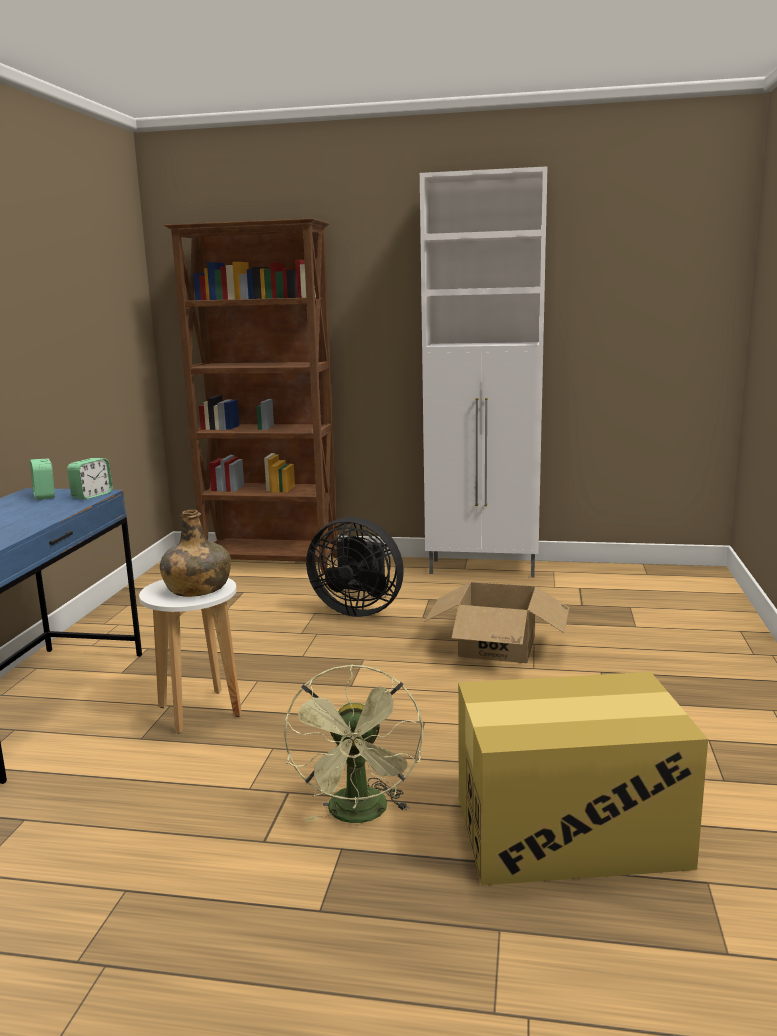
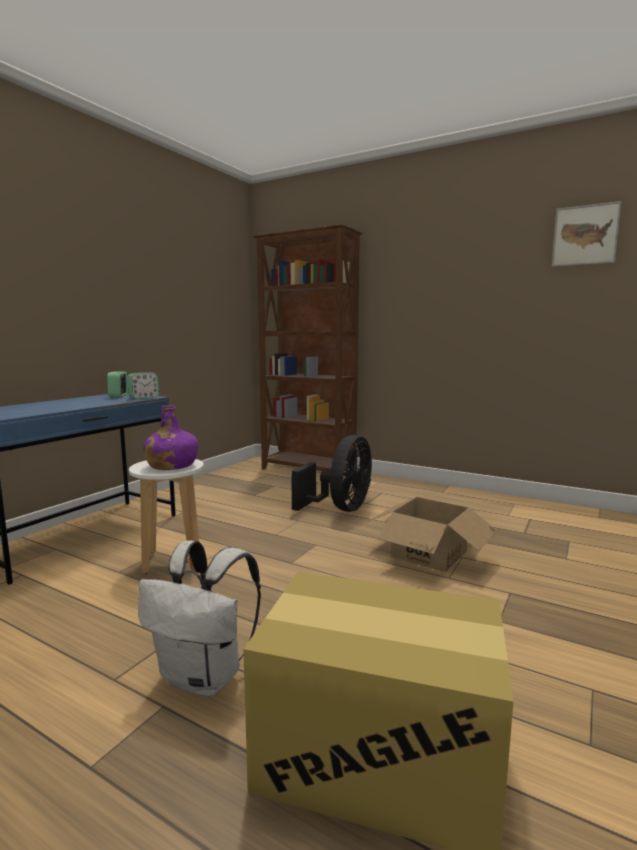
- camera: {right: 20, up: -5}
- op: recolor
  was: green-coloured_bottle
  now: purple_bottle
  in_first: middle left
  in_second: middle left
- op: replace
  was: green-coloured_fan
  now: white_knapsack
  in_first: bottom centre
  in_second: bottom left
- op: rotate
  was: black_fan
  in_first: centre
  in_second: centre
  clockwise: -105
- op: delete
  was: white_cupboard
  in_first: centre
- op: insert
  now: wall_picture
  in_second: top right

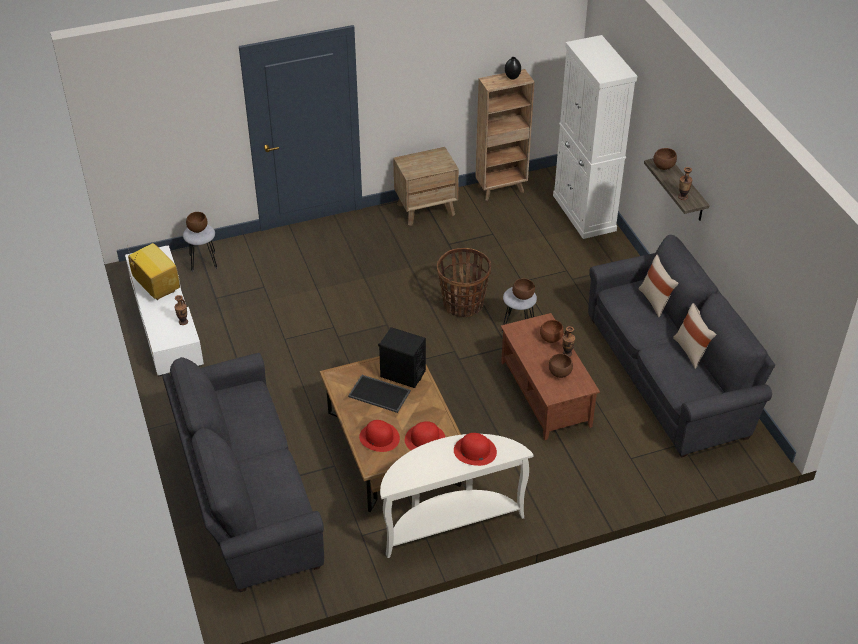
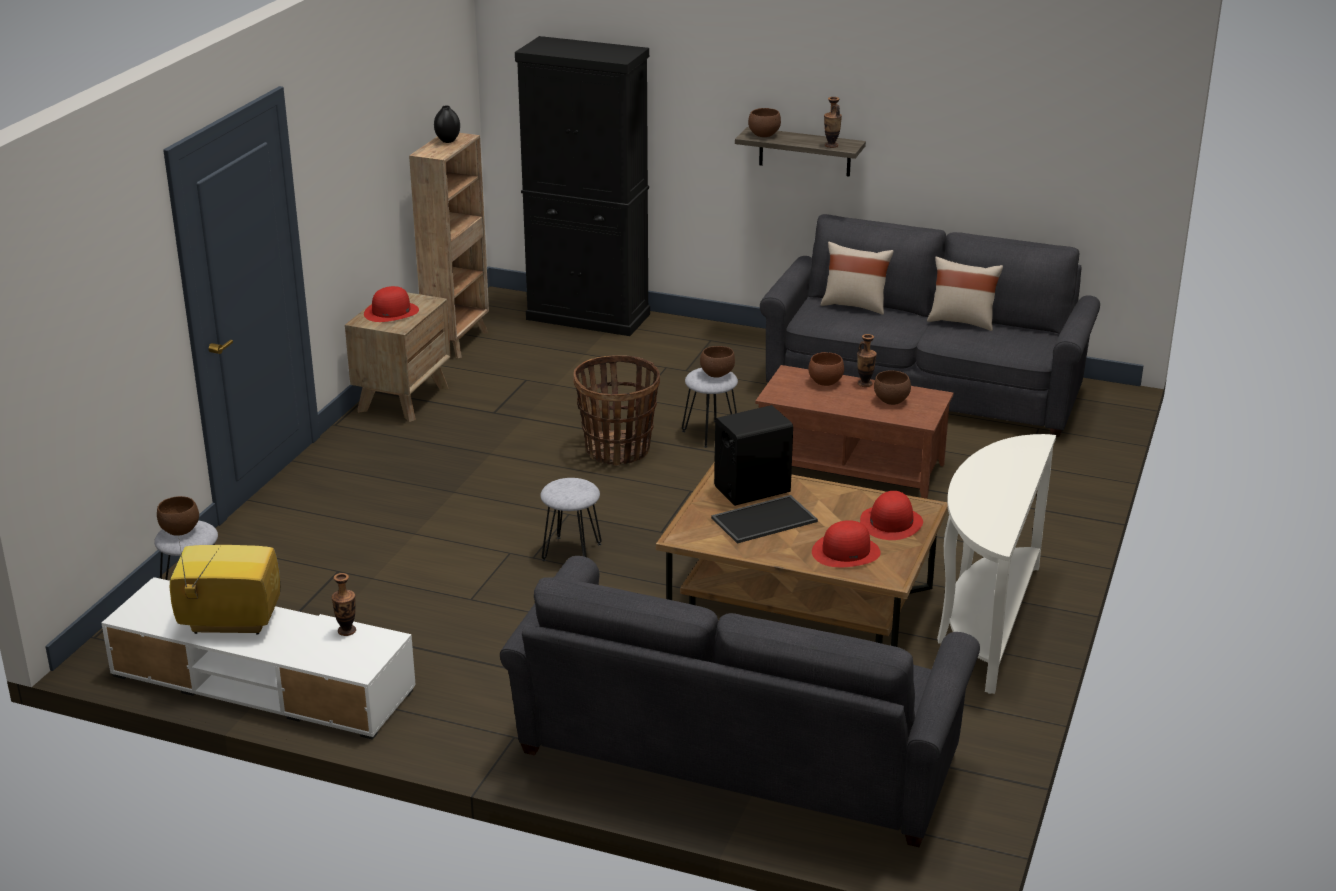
- camera: {right: -50, up: -15}
- op: move
  was: red_hat (3rd from left in the first image)
  now: red_hat (1st from left)
  in_first: bottom centre
  in_second: middle left
- op: recolor
  was: white_cupboard
  now: black_cupboard
  in_first: top right
  in_second: top centre
- op: insert
  now: grey_sitting_stool (2nd from left)
  in_second: centre

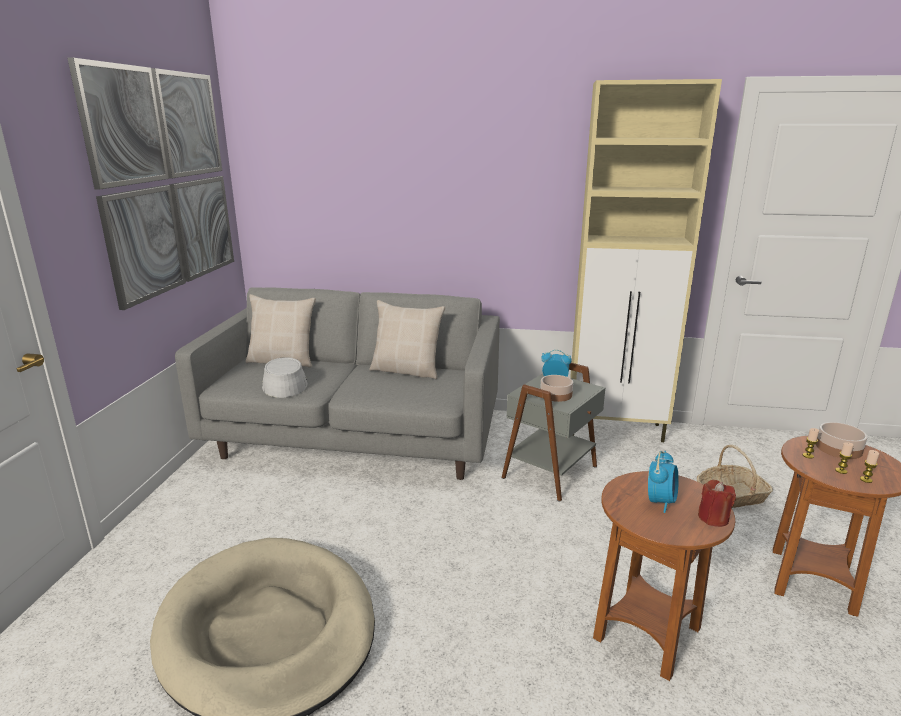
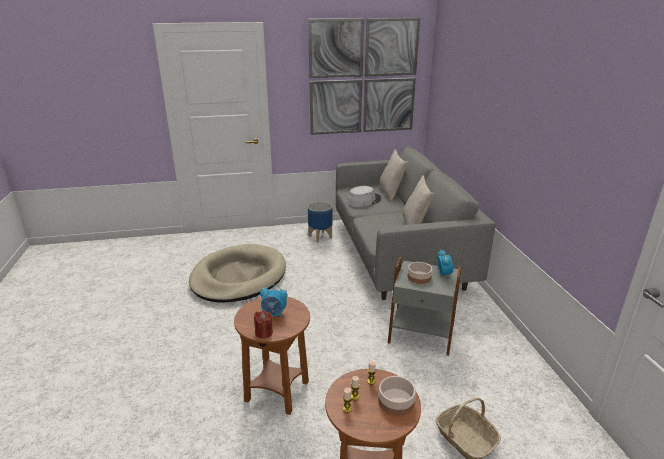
- camera: {right: 70, up: 5}
- op: delete
  was: beige_cupboard
  in_first: middle right
- op: insert
  now: plant_pot
  in_second: centre

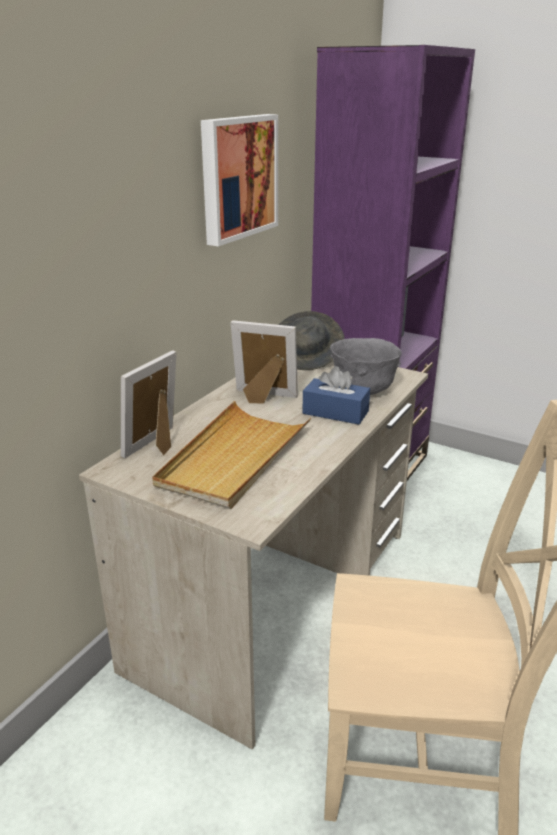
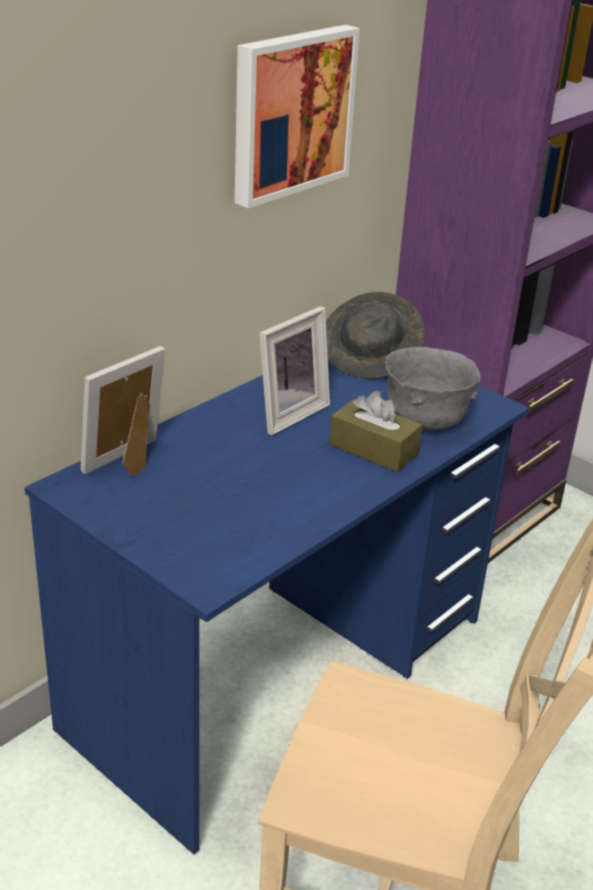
- camera: {right: 10, up: 5}
- op: recolor
  was: beige_desk_table
  now: bluish_desk_table
  in_first: centre
  in_second: bottom centre
- op: delete
  was: beige_carrying_tray
  in_first: centre
- op: rotate
  was: photo_frame (2nd from left)
  in_first: centre
  in_second: centre
  clockwise: 105
- op: recolor
  was: bluish_tissue_box
  now: brown_tissue_box
  in_first: centre
  in_second: centre

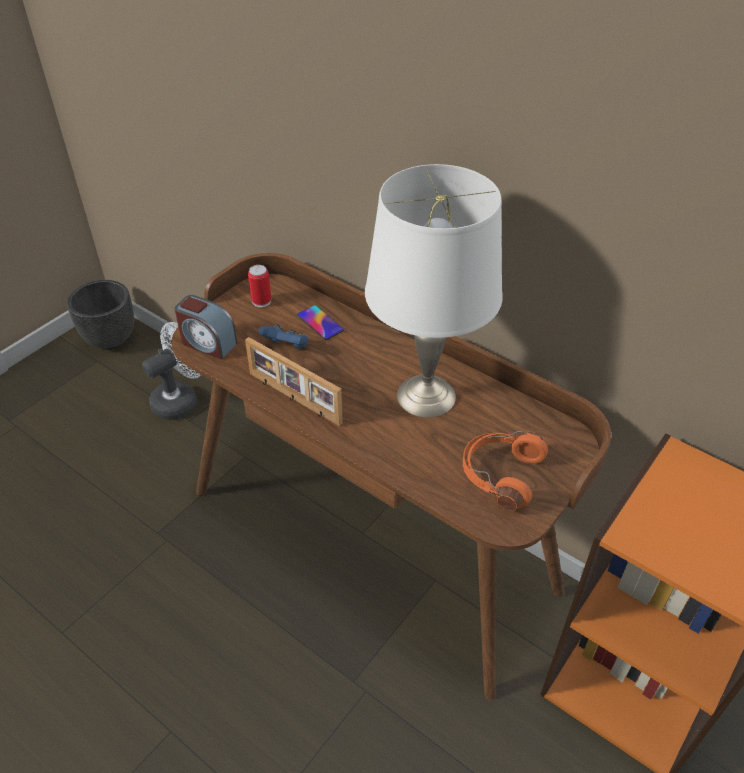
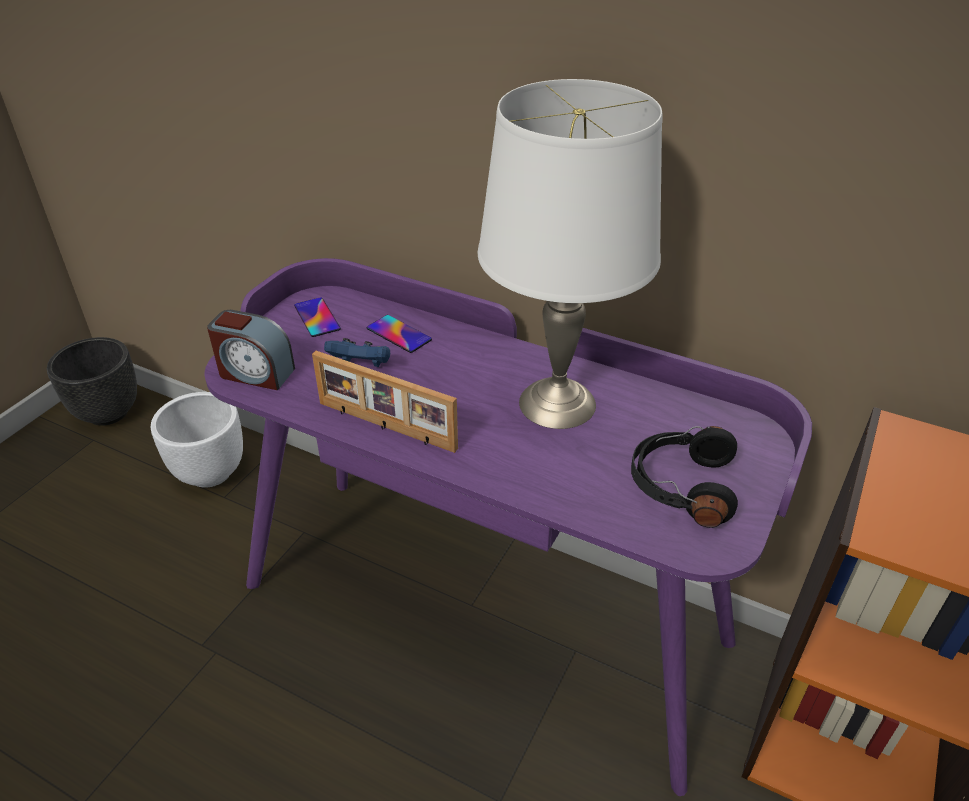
- camera: {right: -10, up: -5}
- op: replace
  was: white_fan
  now: white_plant_pot
  in_first: middle left
  in_second: middle left
- op: recolor
  was: brown_desk_table
  now: purple_desk_table
  in_first: centre
  in_second: centre
- op: replace
  was: metal_can
  now: telephone (1st from left)
  in_first: centre
  in_second: middle left
- op: recolor
  was: orangey_headphones
  now: black_headphones
  in_first: middle right
  in_second: middle right

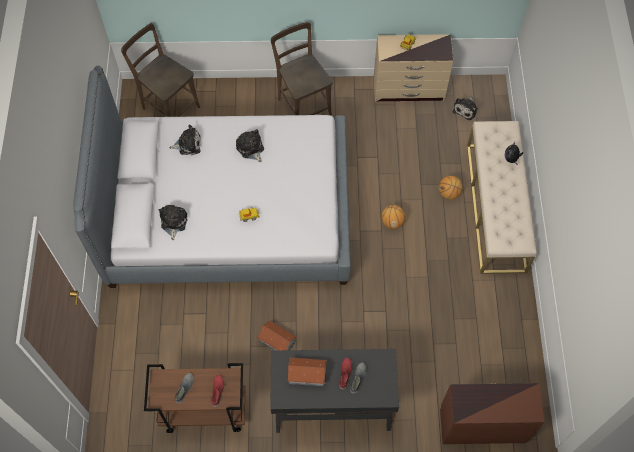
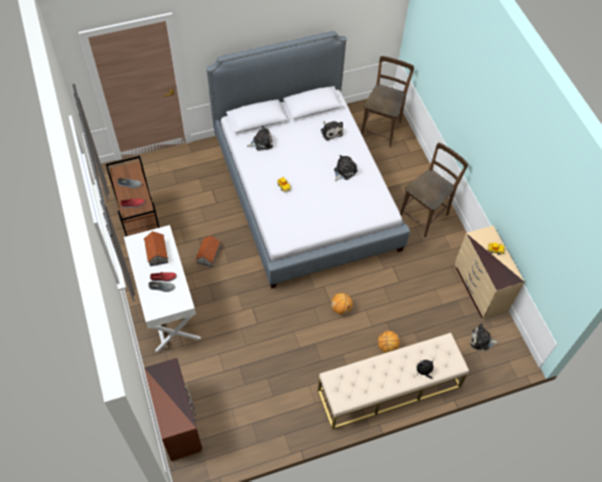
- camera: {right: 70, up: -5}
- op: recolor
  was: black_desk_table
  now: white_desk_table
  in_first: bottom centre
  in_second: middle left

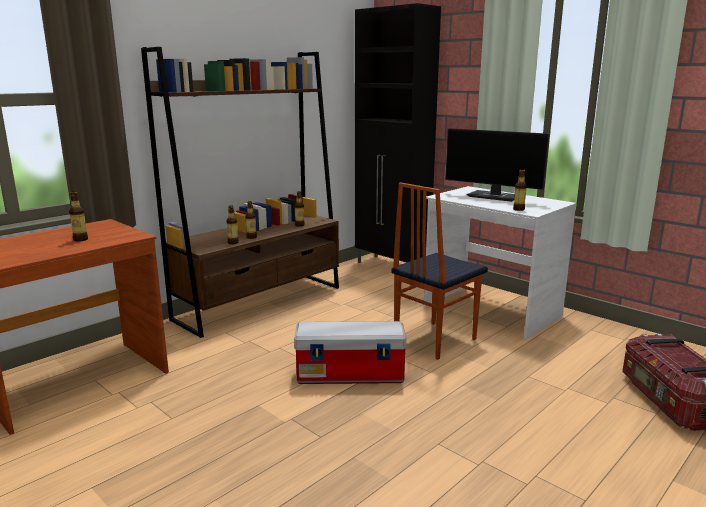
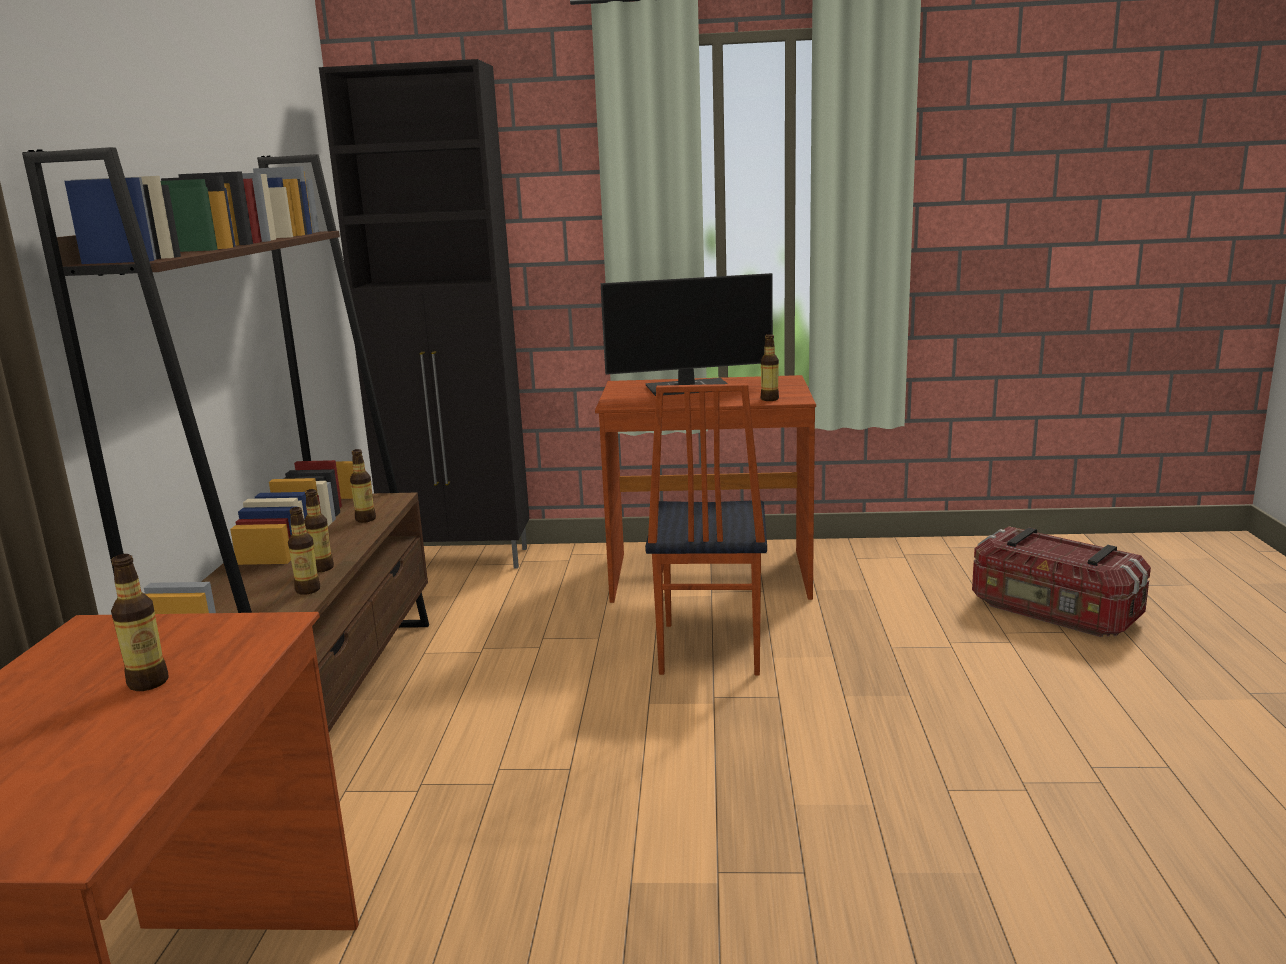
- camera: {right: -40, up: 0}
- op: delete
  was: storage_bin (1st from left)
  in_first: bottom centre
- op: recolor
  was: white_desk_table
  now: brown_desk_table (2nd from left)
  in_first: middle right
  in_second: centre

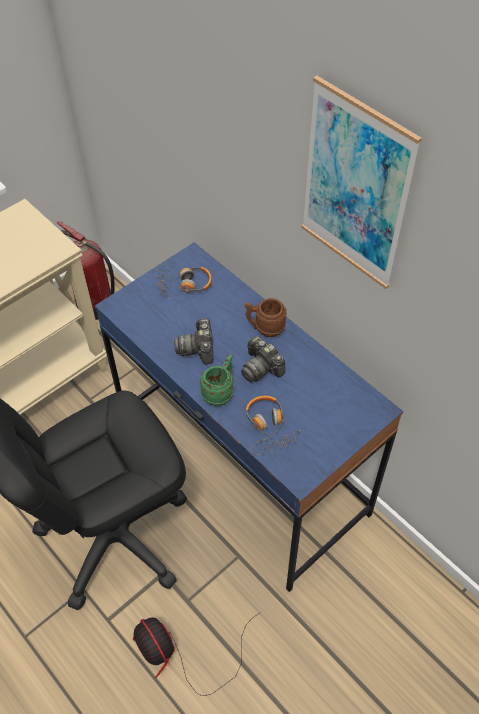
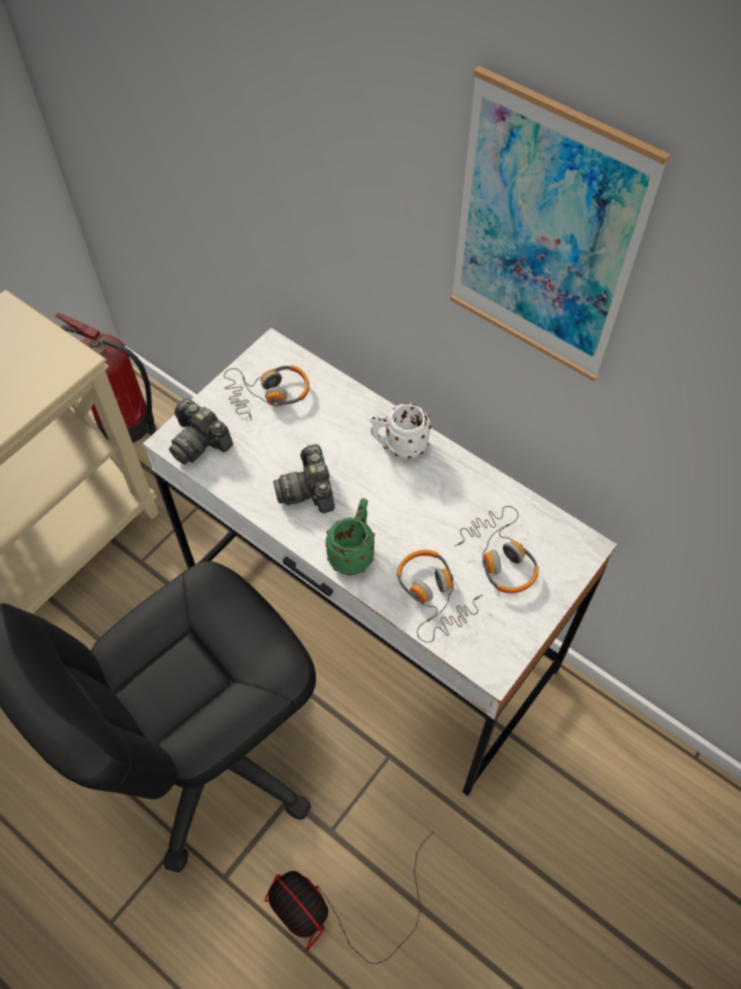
- camera: {right: -10, up: 5}
- op: recolor
  was: bluish_desk_table
  now: white_desk_table
  in_first: centre
  in_second: centre
- op: move
  was: still_camera (2nd from left in the first image)
  now: still_camera (1st from left)
  in_first: centre
  in_second: middle left
- op: recolor
  was: brown_tea_mug
  now: white_tea_mug
  in_first: centre
  in_second: centre
- op: insert
  now: headphones (3rd from left)
  in_second: middle right

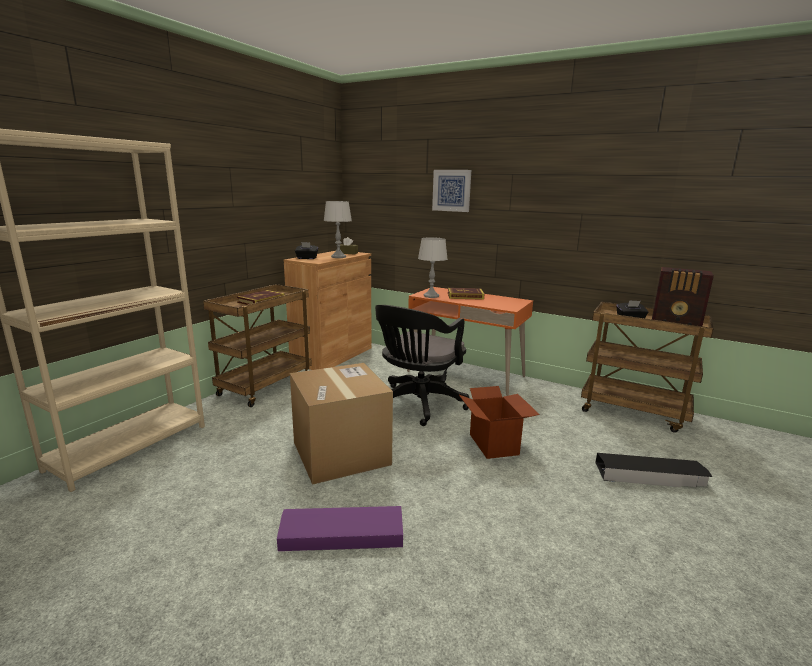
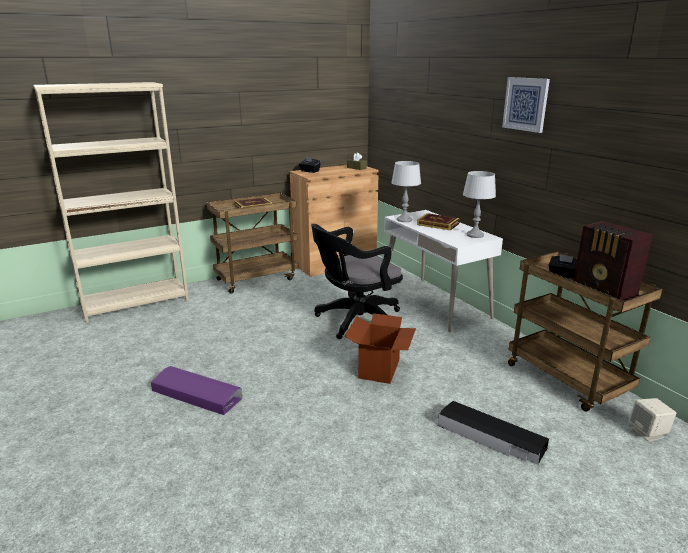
- camera: {right: 30, up: 5}
- op: delete
  was: carton (1st from left)
  in_first: centre
- op: move
  was: grey_tabletop_lamp (1st from left in the first image)
  now: grey_tabletop_lamp (2nd from left)
  in_first: centre
  in_second: middle right
- op: recolor
  was: orangey_desk_table
  now: white_desk_table
  in_first: centre
  in_second: centre
- op: move
  was: wall_picture
  in_first: top centre
  in_second: top right
- op: insert
  now: beige_speaker
  in_second: bottom right

